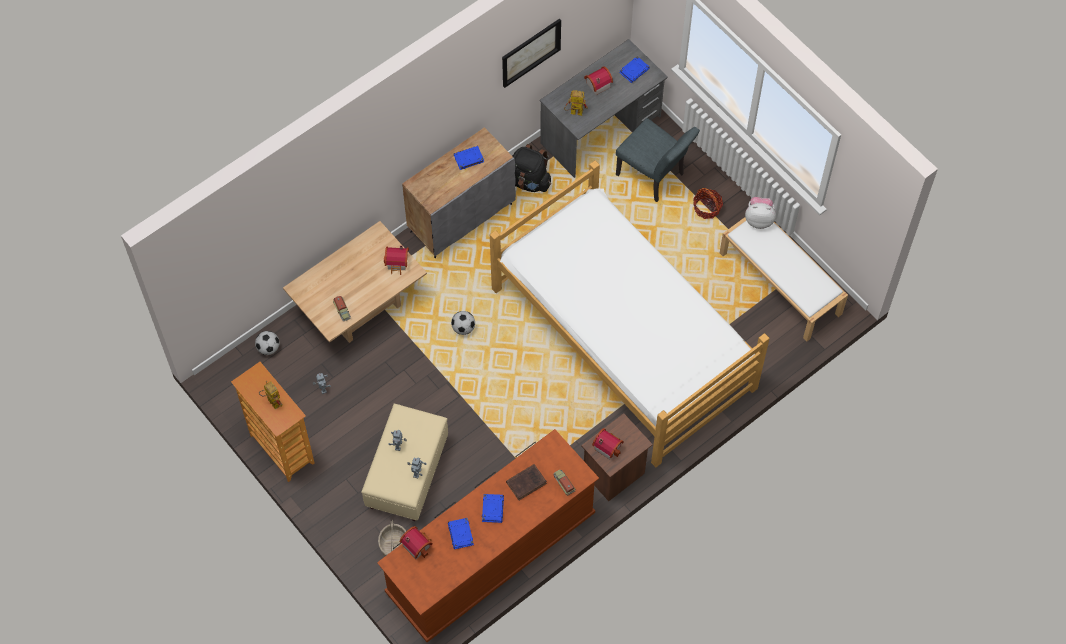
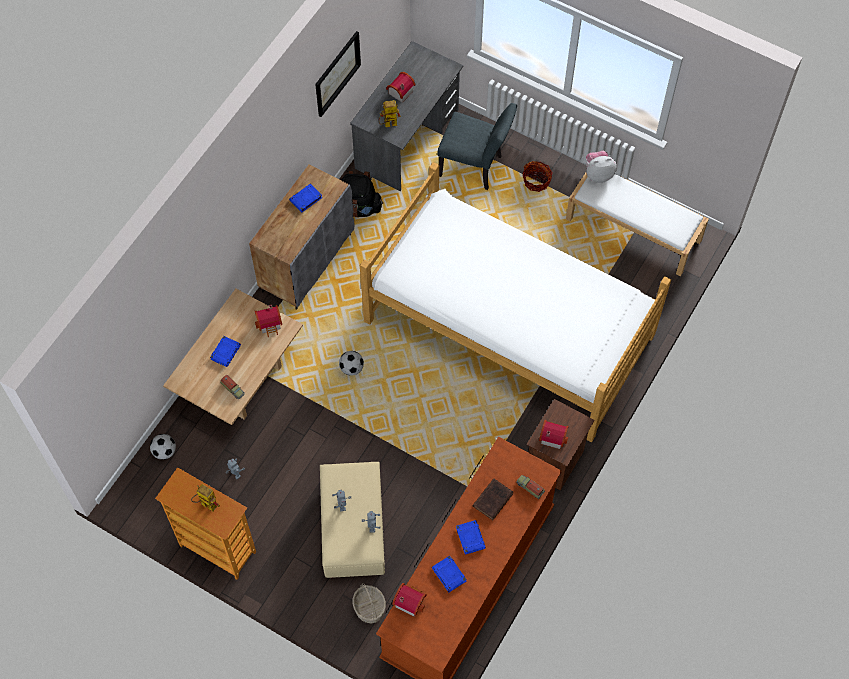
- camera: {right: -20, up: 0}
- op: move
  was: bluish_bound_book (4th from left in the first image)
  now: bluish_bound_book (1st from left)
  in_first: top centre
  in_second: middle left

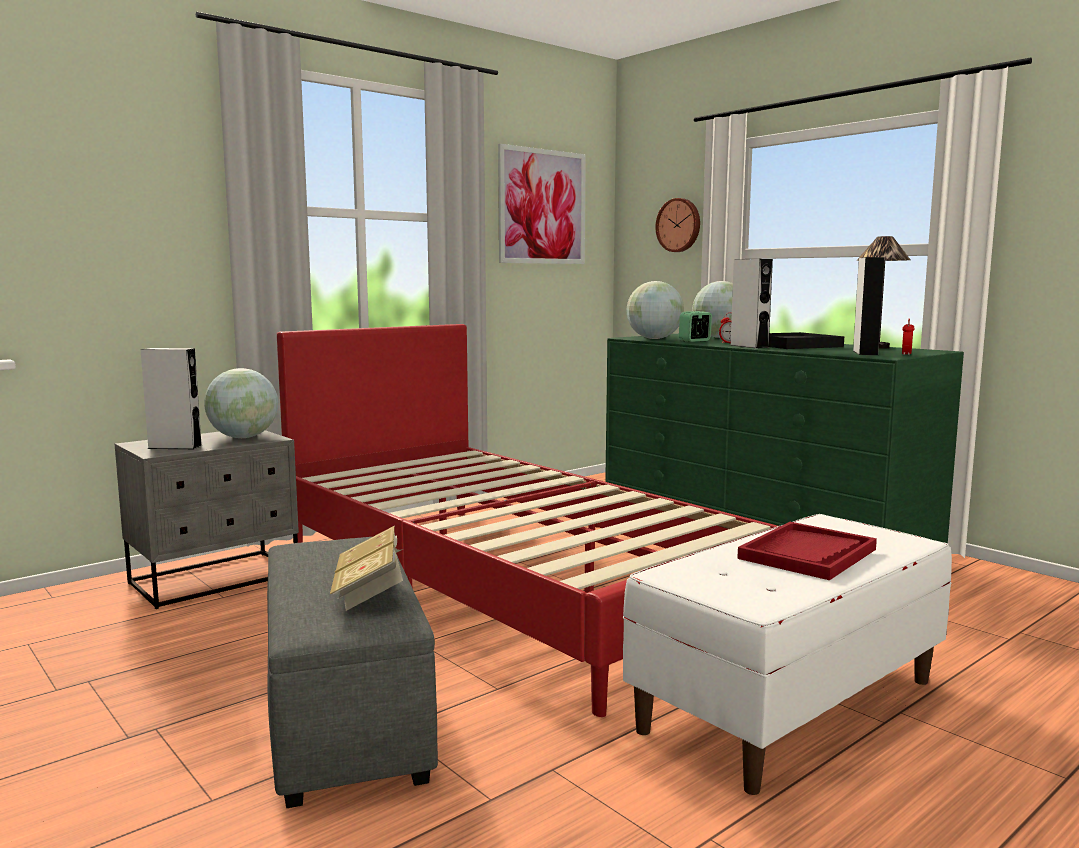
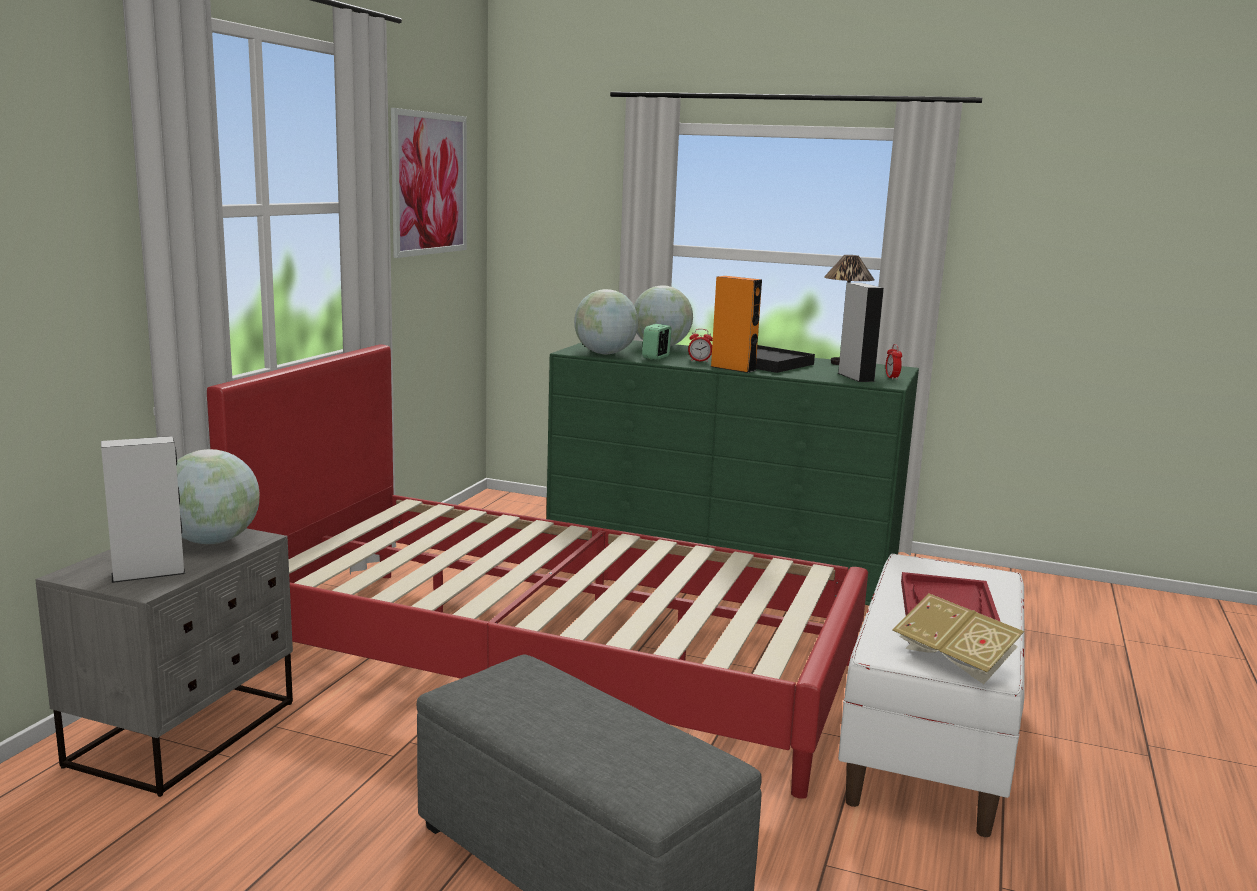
- camera: {right: -30, up: 5}
- op: move
  was: bound_book
  in_first: bottom centre
  in_second: bottom right
- op: delete
  was: hanging_clock
  in_first: top centre
- op: recolor
  was: grey_speaker (2nd from left)
  now: orangey_speaker
  in_first: middle right
  in_second: centre

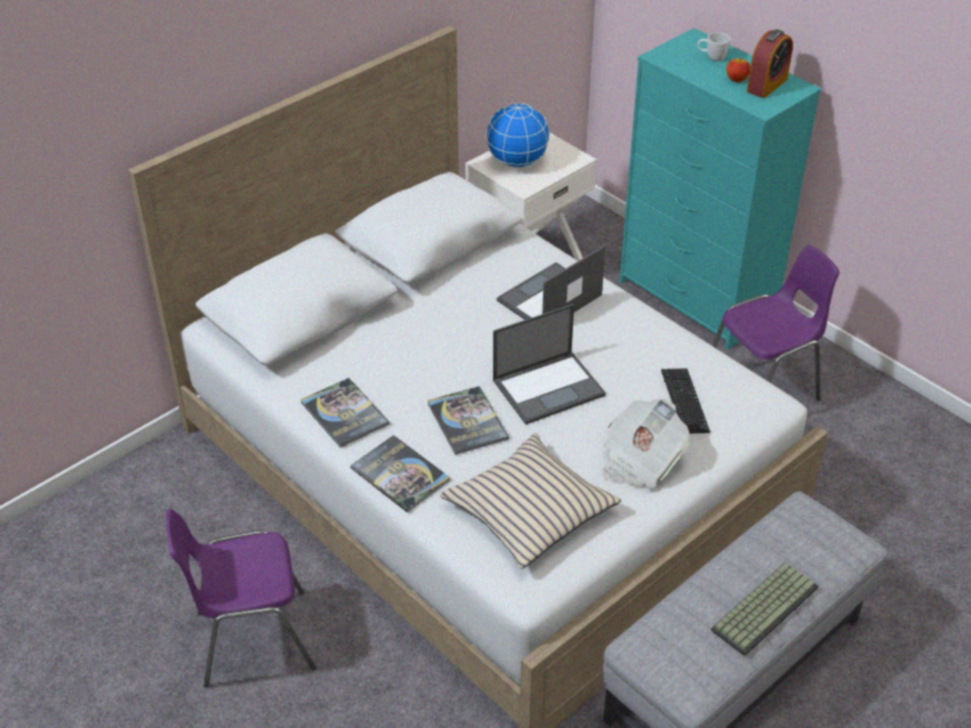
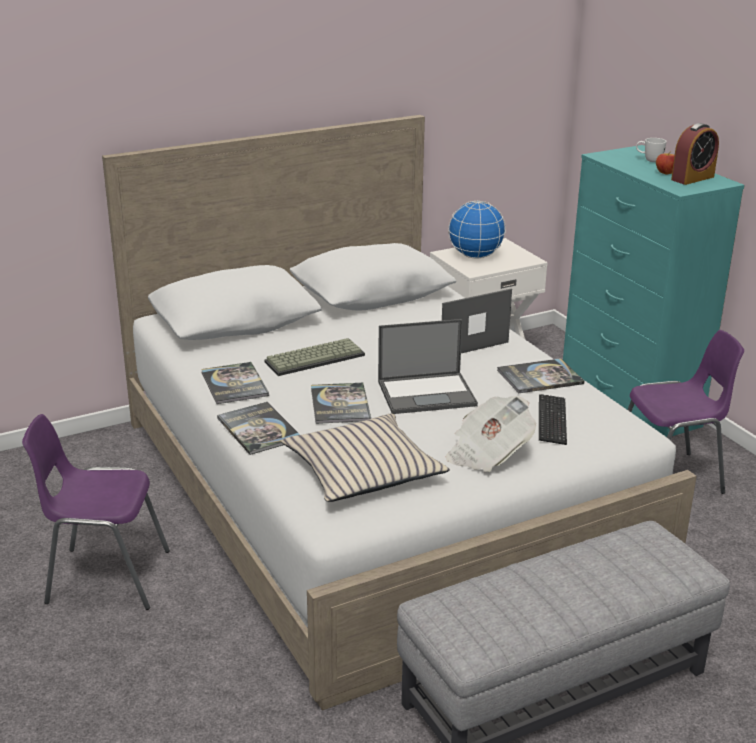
- camera: {right: 15, up: -15}
- op: move
  was: computer_keyboard (2nd from left in the first image)
  now: computer_keyboard (1st from left)
  in_first: bottom right
  in_second: centre
- op: insert
  now: bound_book (4th from left)
  in_second: middle right

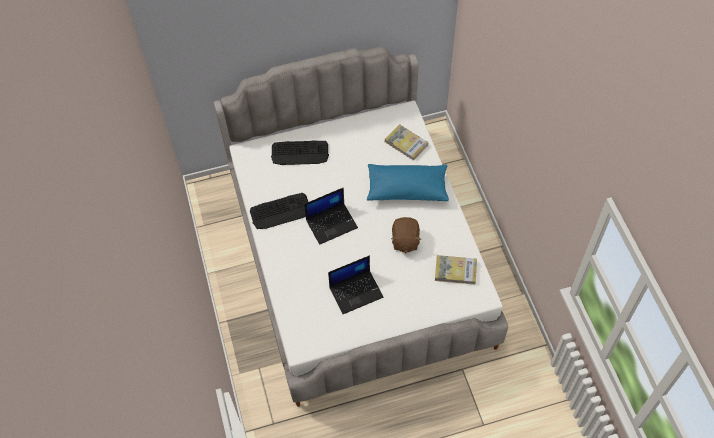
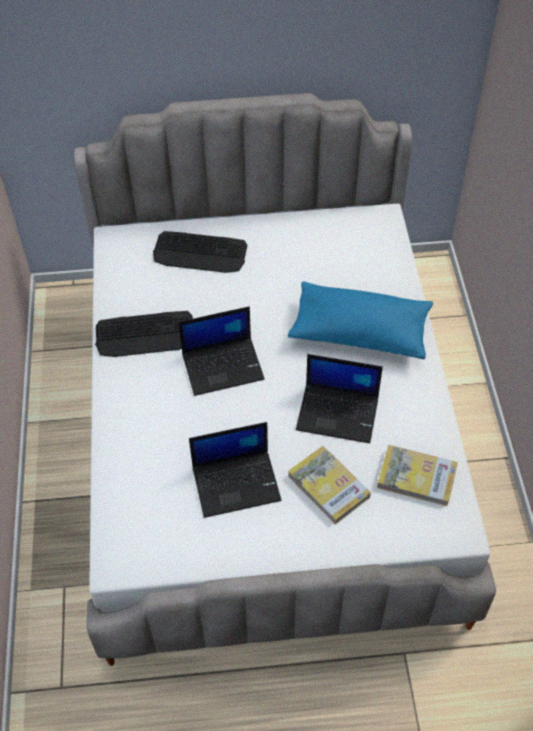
- camera: {right: 10, up: -5}
- op: move
  was: bound_book (1st from left)
  in_first: top centre
  in_second: centre
- op: replace
  was: brown_cuddly_toy
  now: laptop (3rd from left)
  in_first: centre
  in_second: centre

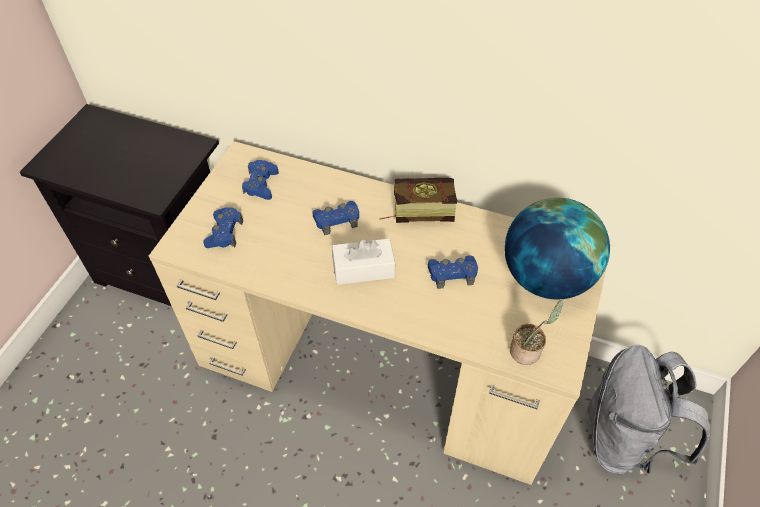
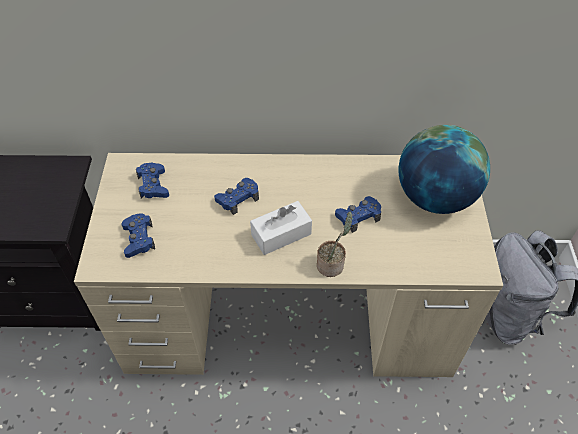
- camera: {right: -20, up: 0}
- op: delete
  was: bound_book
  in_first: centre
- op: move
  was: plant_in_a_pot
  in_first: middle right
  in_second: centre

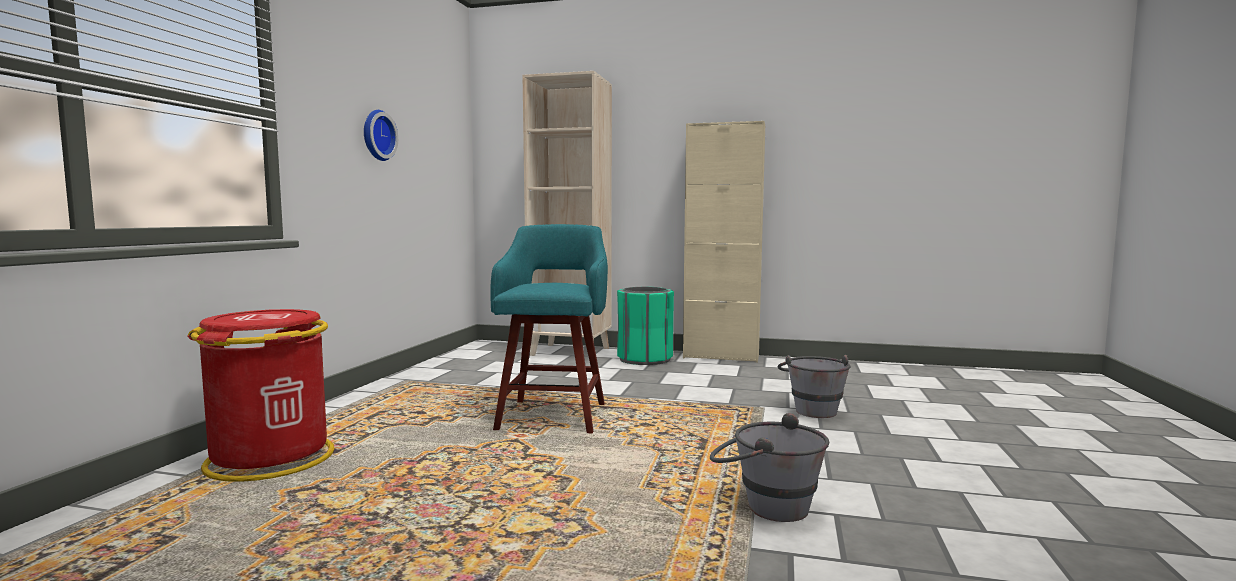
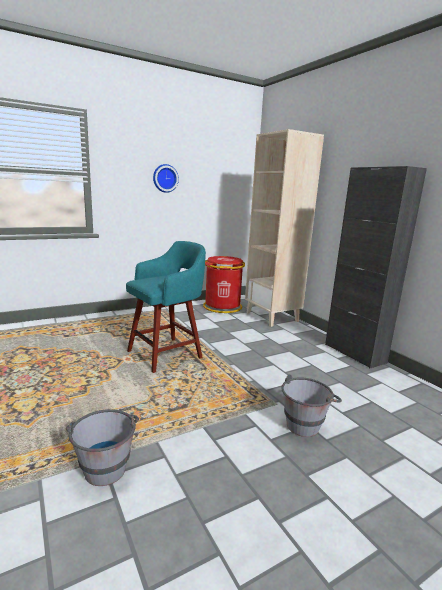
- camera: {right: 45, up: 10}
- op: move
  was: red_rubbish_bin
  in_first: bottom left
  in_second: centre
- op: delete
  was: green-coloured_rubbish_bin
  in_first: centre
- op: recolor
  was: beige_cupboard
  now: black_cupboard
  in_first: centre
  in_second: middle right

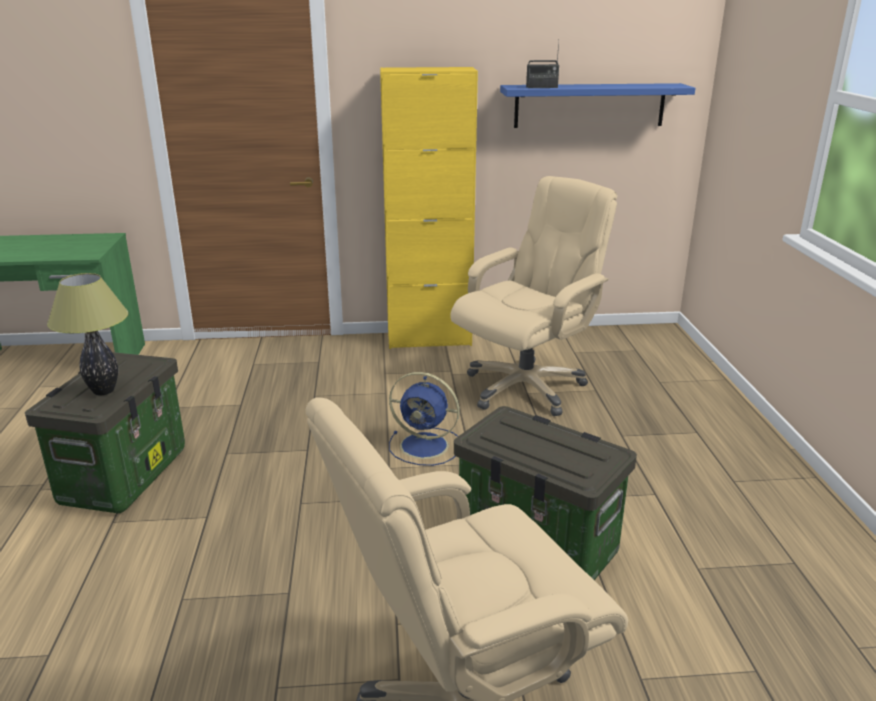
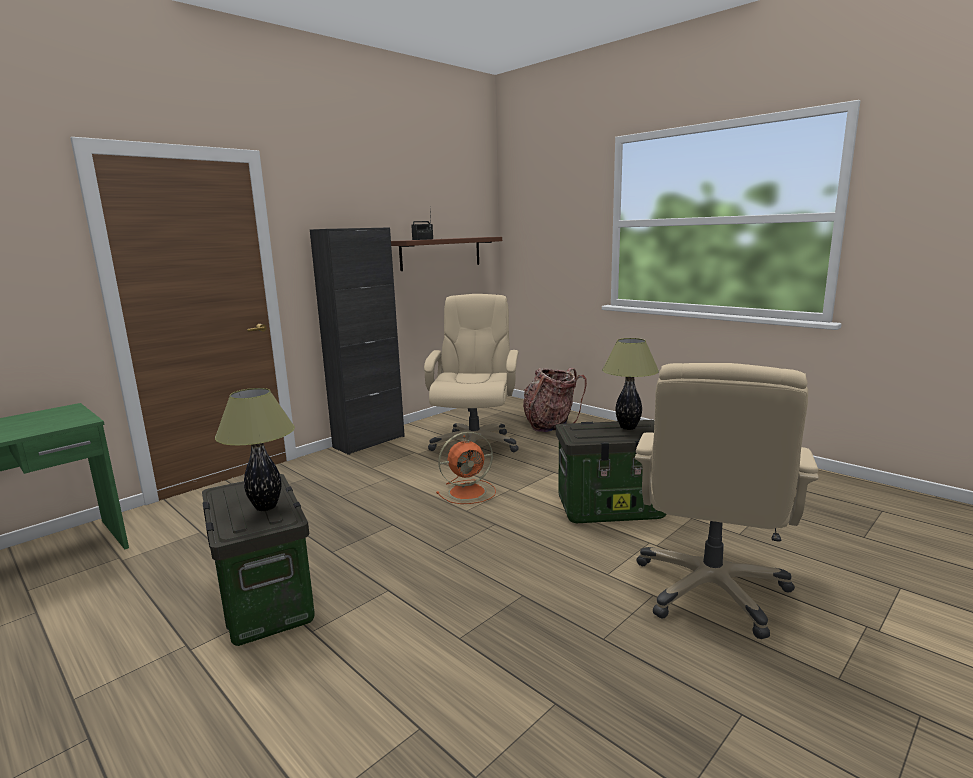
- camera: {right: -40, up: -10}
- op: recolor
  was: yellow-coloured_cupboard
  now: black_cupboard
  in_first: top centre
  in_second: centre
- op: recolor
  was: bluish_fan
  now: orangey_fan
  in_first: centre
  in_second: centre
- op: recolor
  was: bluish_bracket_shelf
  now: brown_bracket_shelf
  in_first: top right
  in_second: top centre
- op: insert
  now: knapsack
  in_second: centre
- op: insert
  now: tabletop_lamp (2nd from left)
  in_second: centre

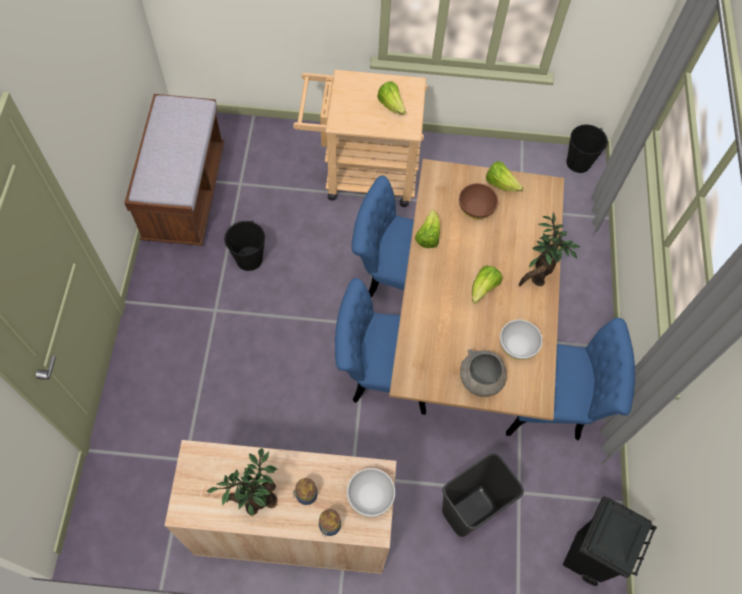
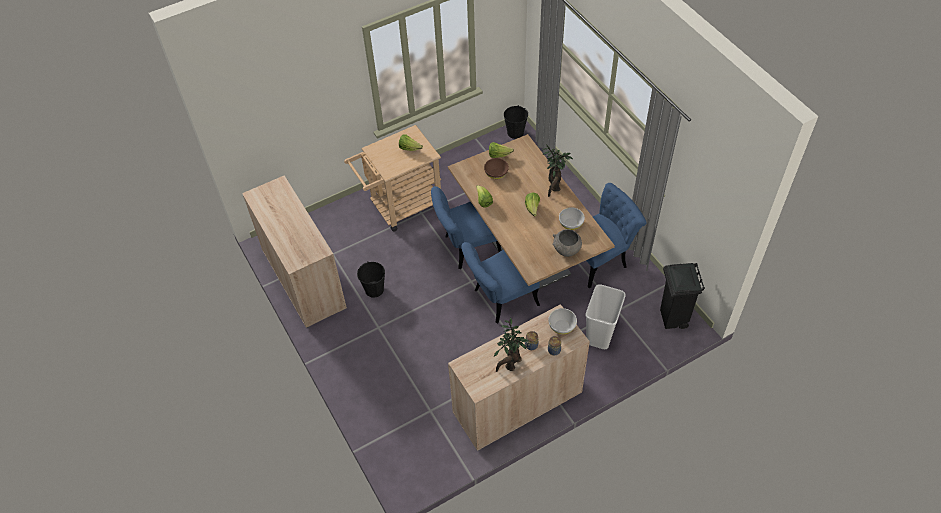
- camera: {right: -30, up: -10}
- op: replace
  was: brown_bench
  now: beige_cupboard (1st from left)
  in_first: top left
  in_second: middle left
- op: recolor
  was: black_rubbish_bin (1st from left)
  now: white_rubbish_bin
  in_first: bottom centre
  in_second: centre

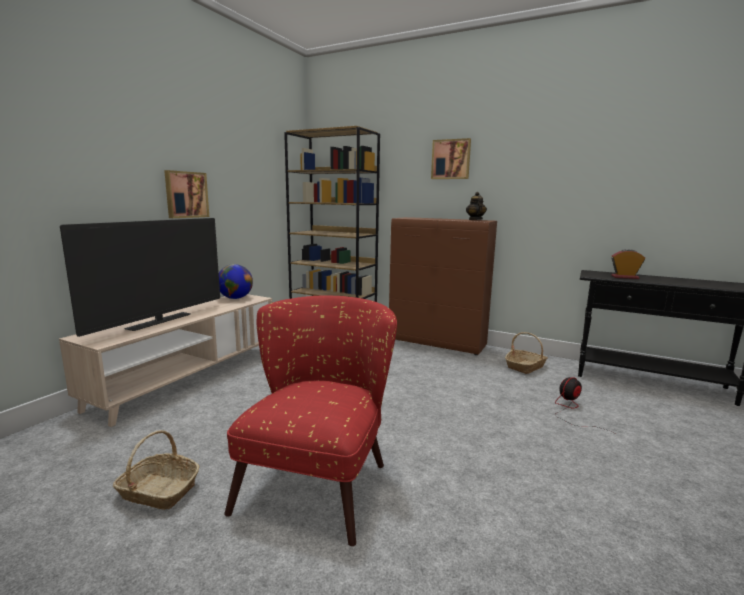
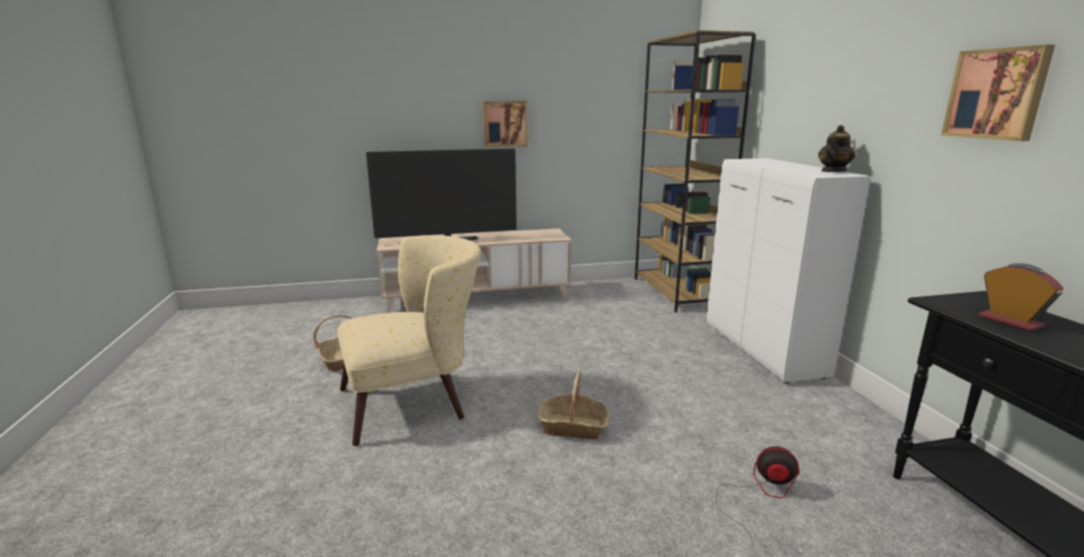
- camera: {right: 50, up: 5}
- op: delete
  was: world_globe
  in_first: middle left
- op: recolor
  was: red_lounge_chair
  now: beige_lounge_chair
  in_first: bottom centre
  in_second: centre
- op: recolor
  was: brown_cupboard
  now: white_cupboard
  in_first: centre
  in_second: middle right
- op: move
  was: wall_picture (2nd from left)
  in_first: top centre
  in_second: top right
- op: move
  was: household_basket (2nd from left)
  in_first: middle right
  in_second: bottom centre

